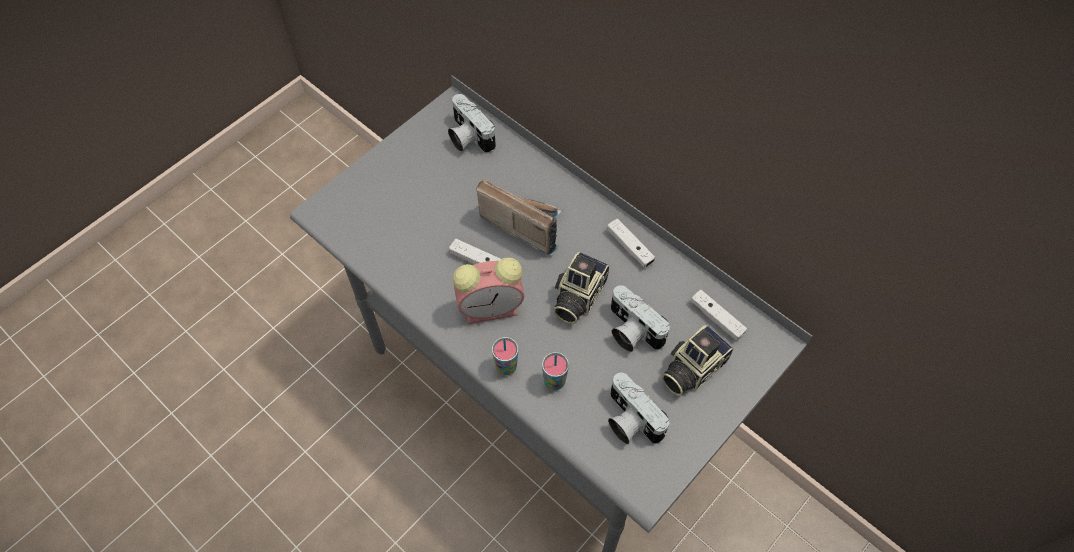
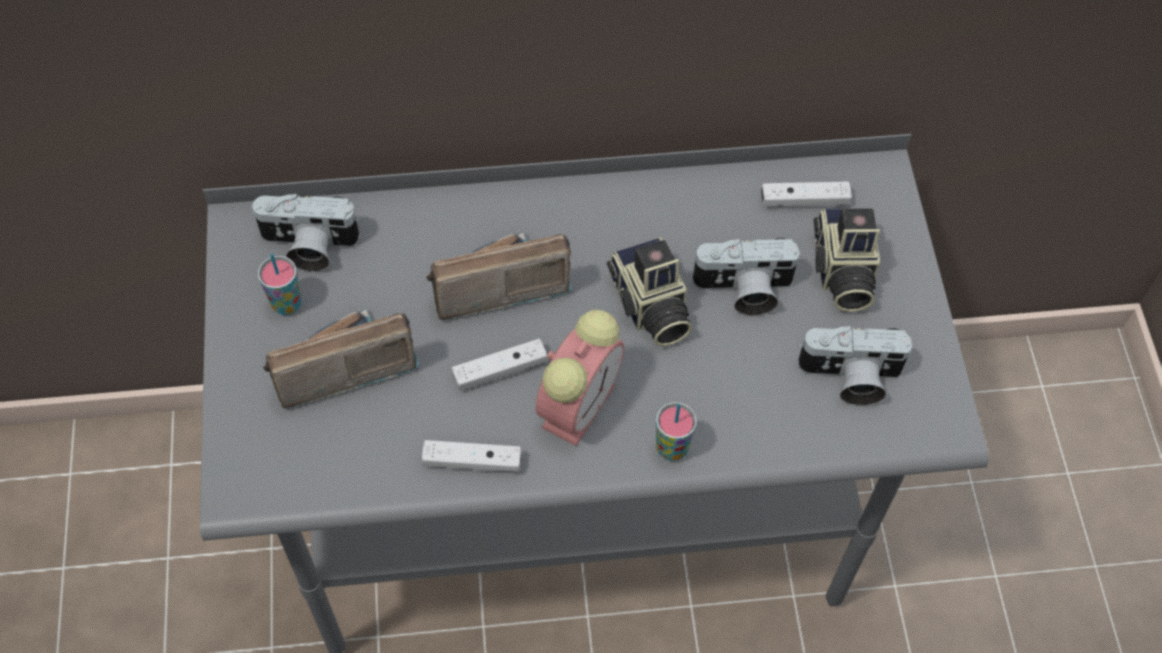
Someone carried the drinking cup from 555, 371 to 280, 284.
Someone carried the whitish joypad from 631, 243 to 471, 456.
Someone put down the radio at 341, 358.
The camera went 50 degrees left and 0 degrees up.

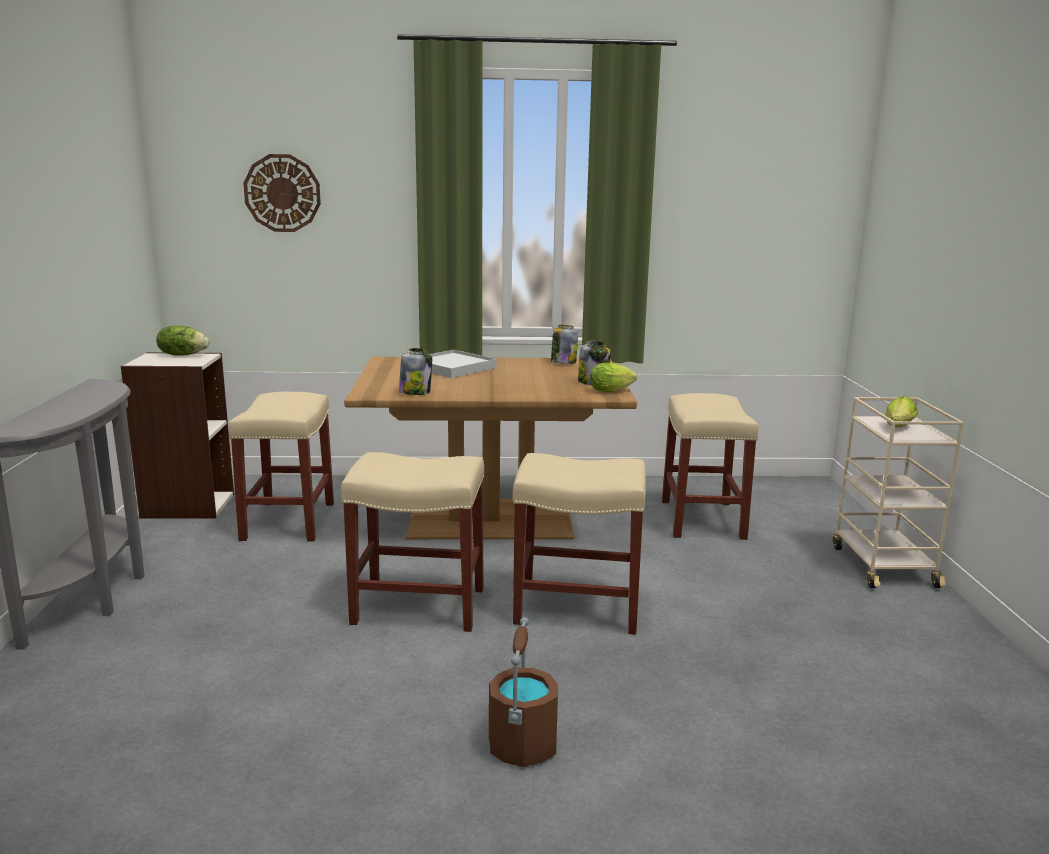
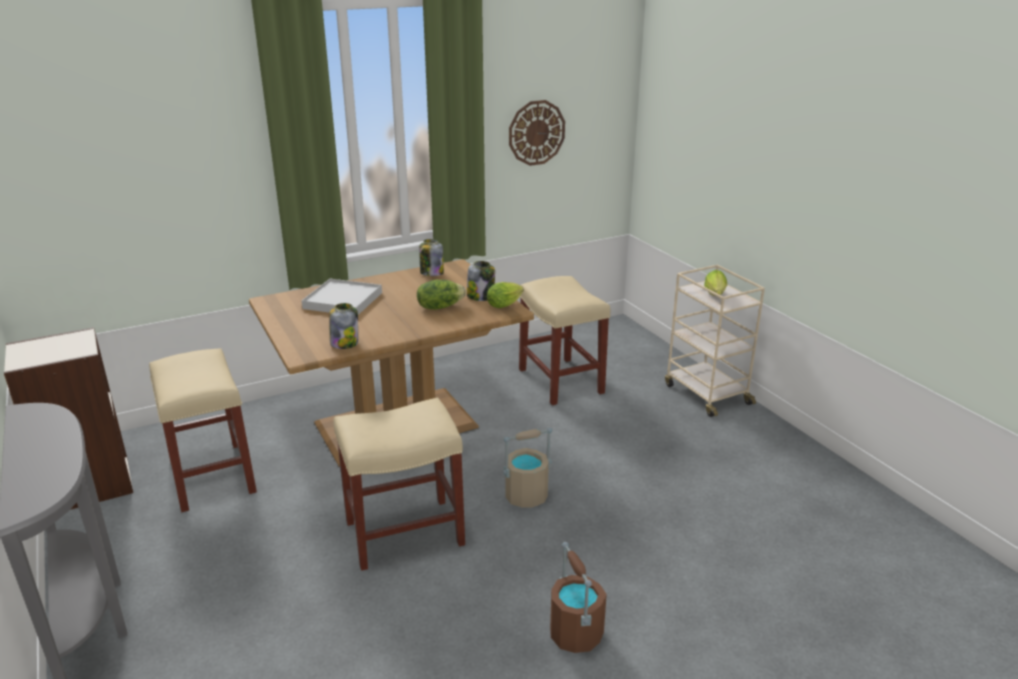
Someone carried the head of lettuce from 182, 341 to 441, 295.
Someone carried the wall clock from 282, 193 to 537, 133.
Someone swapped the beige-coloured sitting stool at 579, 544 for the beige-coloured pail at 527, 468.
The camera went 25 degrees left and 10 degrees up.

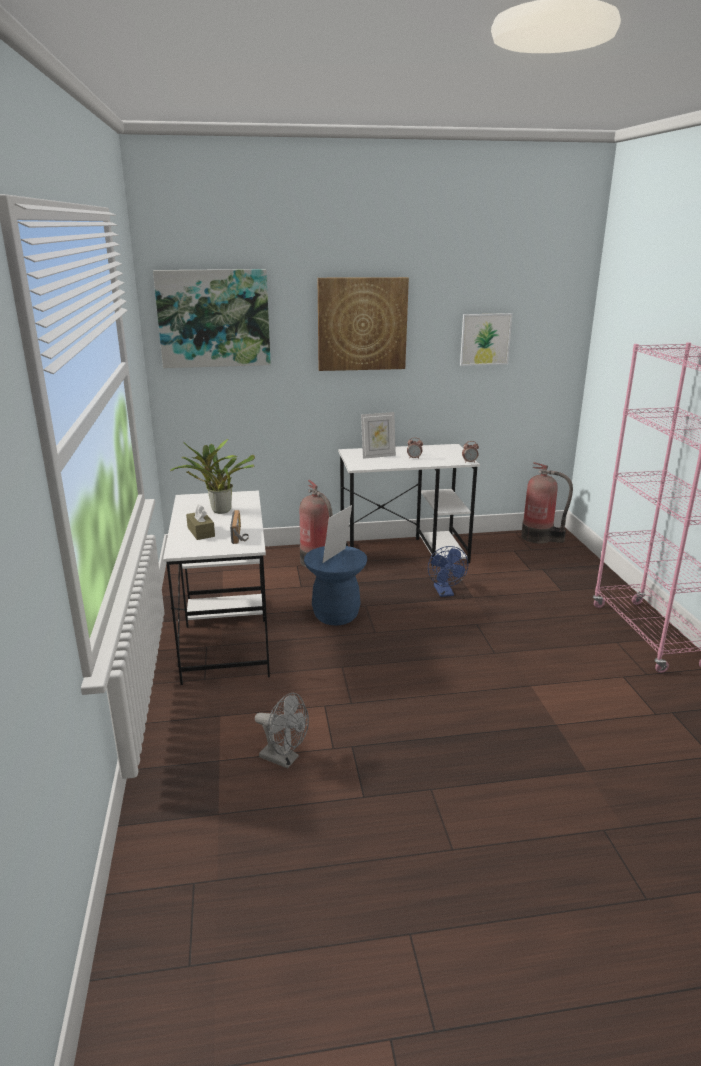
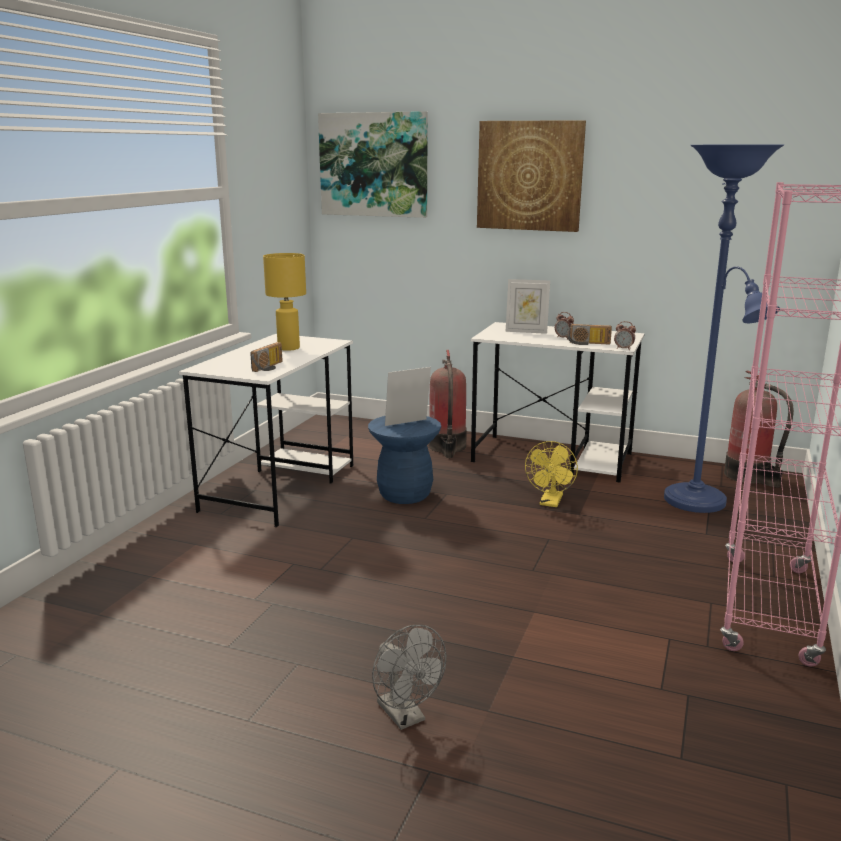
Someone swapped the houseplant at 212, 476 for the yellow-coloured tabletop lamp at 284, 302.
Someone took away the brown tissue holder at 200, 522.
Someone carried the grey fan from 282, 731 to 409, 677.
Someone repainted the blue-coloured fan at 448, 571, which became the yellow-coloured fan at 551, 474.
Someone took away the wall picture at 486, 339.
Someone put down the radio at 589, 334.
Someone put down the blue-coloured floor lamp at 724, 328.
The camera went 30 degrees right and 5 degrees down.

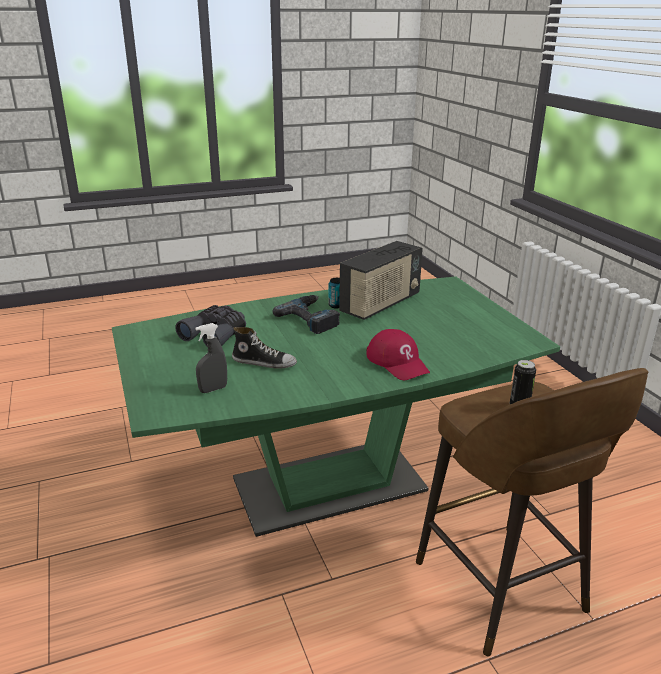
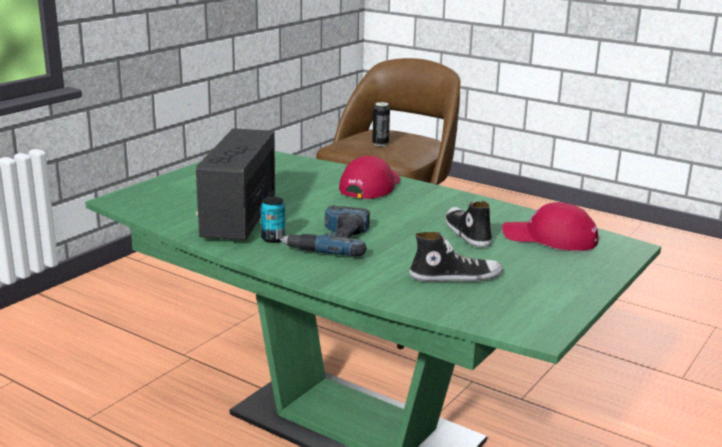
Someone swapped the grey binoculars at 210, 325 for the low shoe at 456, 257.
Someone swapped the grey hand sprayer at 211, 358 for the reddish peaked cap at 550, 226.
Someone rotated the radio at 381, 280 by 90 degrees counterclockwise.
The camera went 125 degrees left and 5 degrees down.

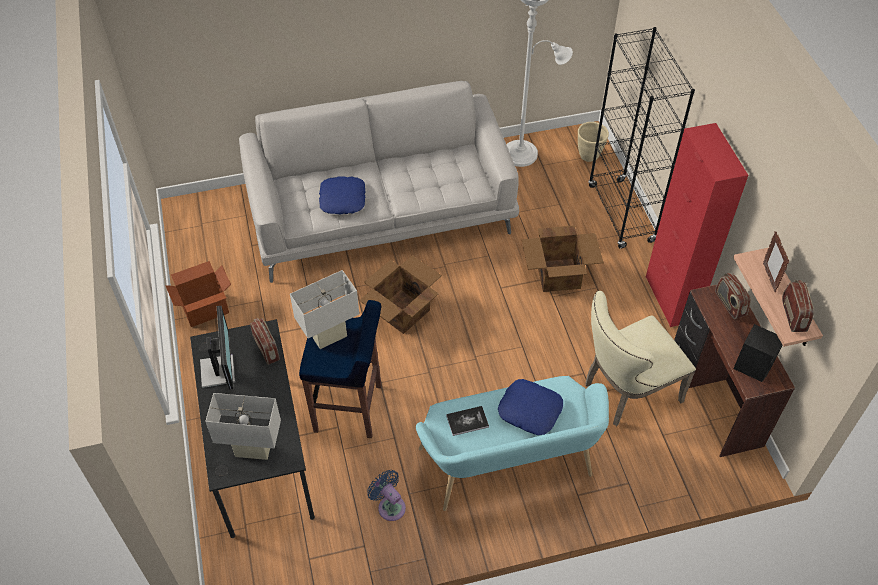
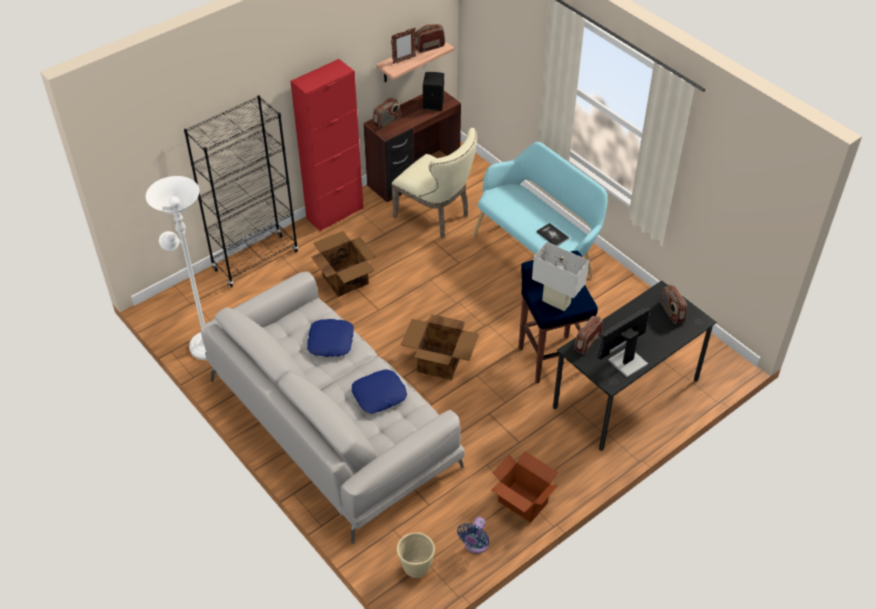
Someone swapped the whitish tabletop lamp at 243, 426 for the radio at 673, 304.
Someone carried the blue-coloured fan from 386, 495 to 473, 535.
Someone carried the blue-coloured cushion from 530, 407 to 330, 338.
Someone carried the beige-coloured plant pot from 593, 142 to 416, 555.
The camera went 115 degrees left and 5 degrees down.

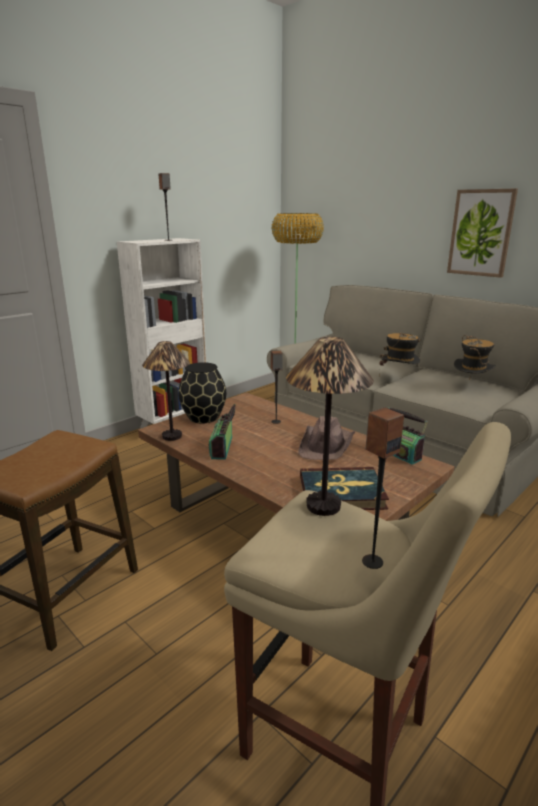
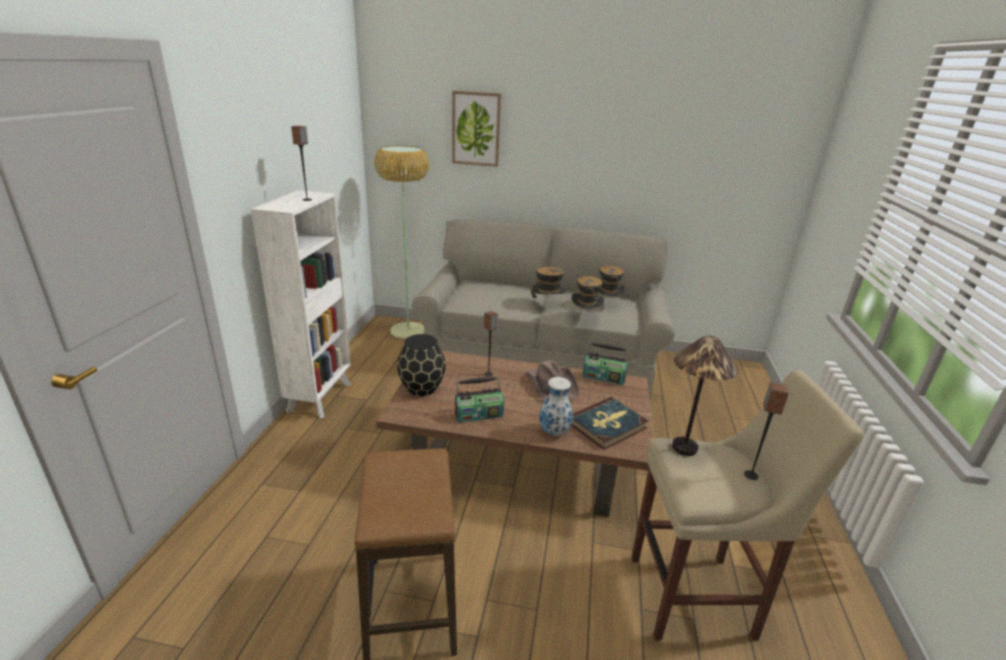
Someone took away the tabletop lamp at 166, 391.
Someone rotated the radio at 222, 432 by 75 degrees counterclockwise.
Someone carried the wall picture from 482, 233 to 476, 129.
Someone put down the flower vase at 556, 406.
Someone put down the clothing hat at 587, 292.
The camera went 35 degrees left and 5 degrees up.

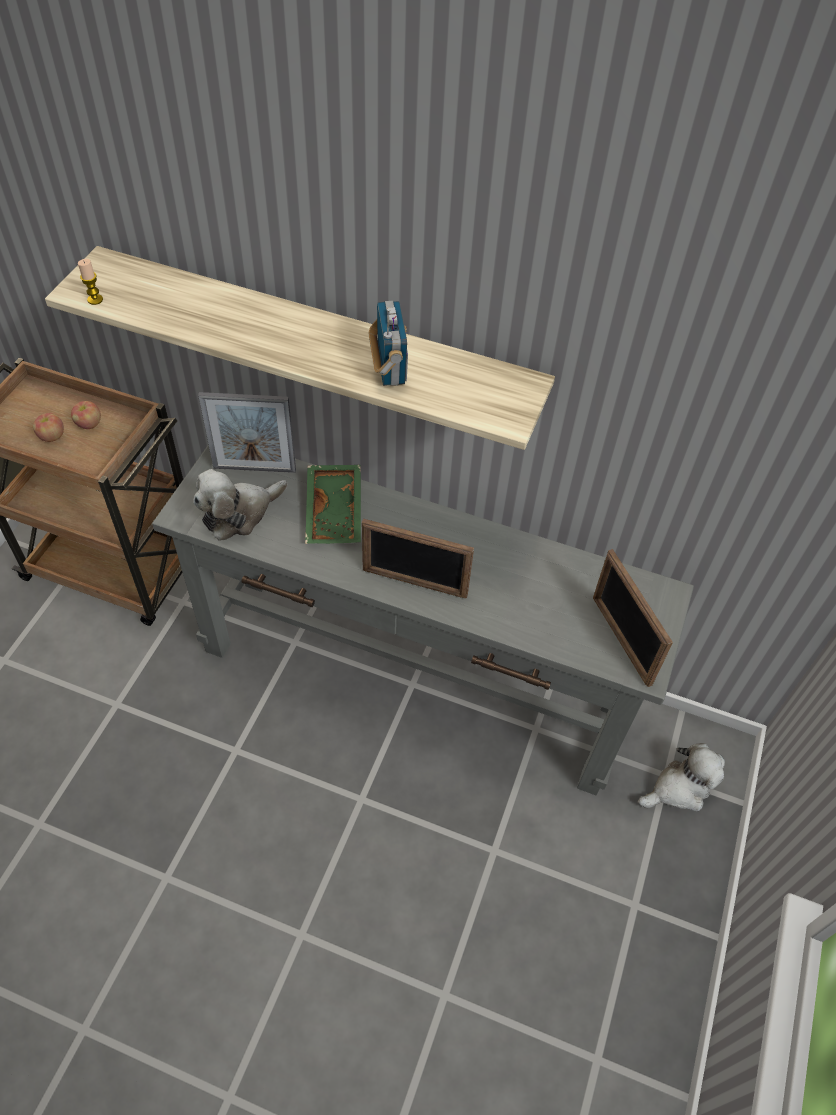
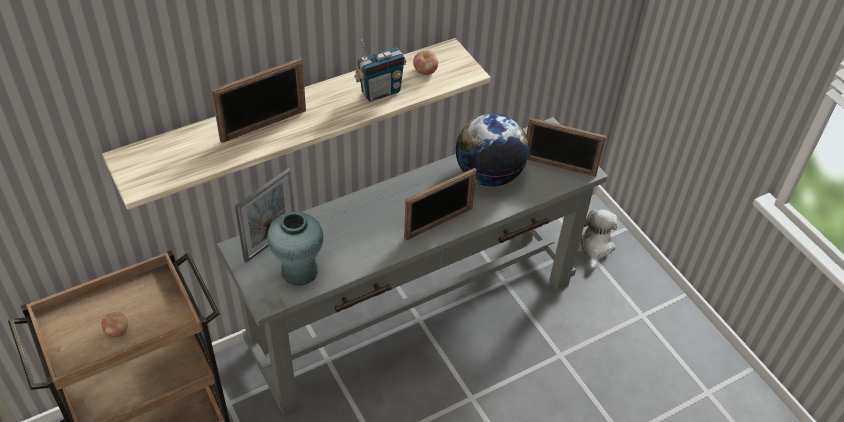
Someone carried the whole apple from 86, 415 to 425, 62.
Someone took away the wax light at 90, 282.
Someone swapped the cuddly toy at 240, 505 for the turquoise flower vase at 295, 249.
Someone took away the greenish tray at 333, 504.
Someone rotated the radio at 388, 343 by 120 degrees clockwise.
Someone put down the picture frame at 258, 100.
Someone put down the globe at 492, 150.
The camera went 50 degrees left and 5 degrees down.

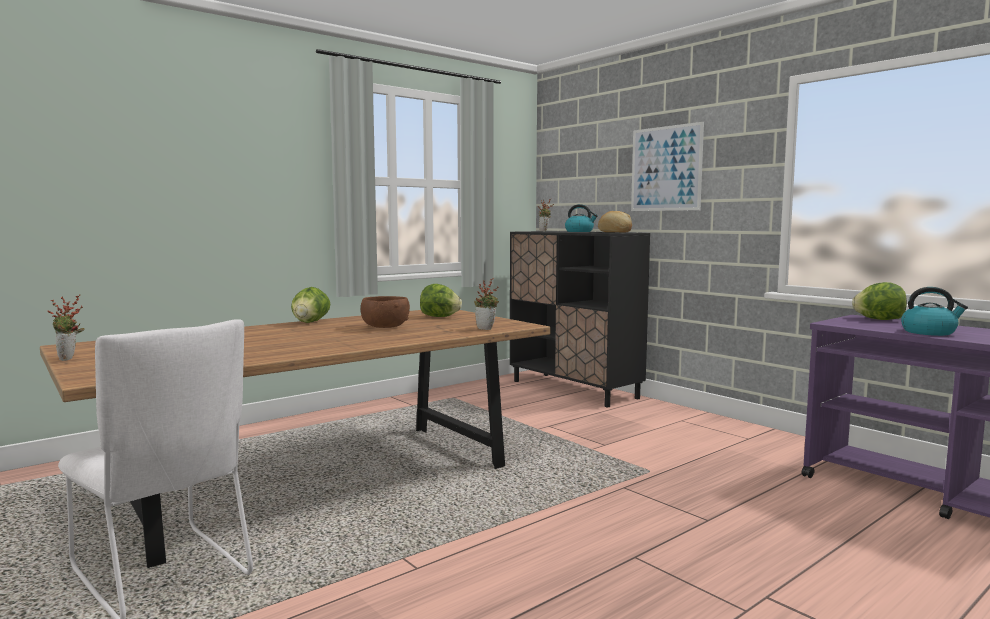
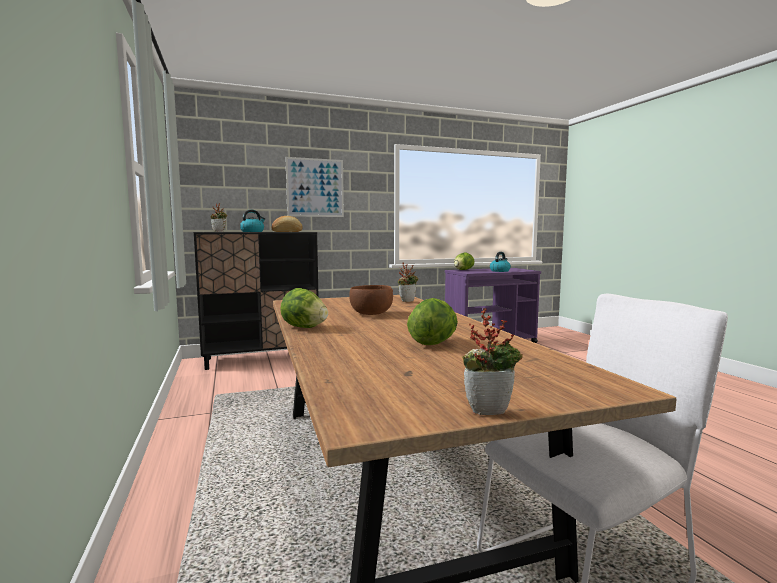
Someone carried the head of lettuce from 441, 300 to 432, 321.
The camera went 70 degrees left and 0 degrees up.

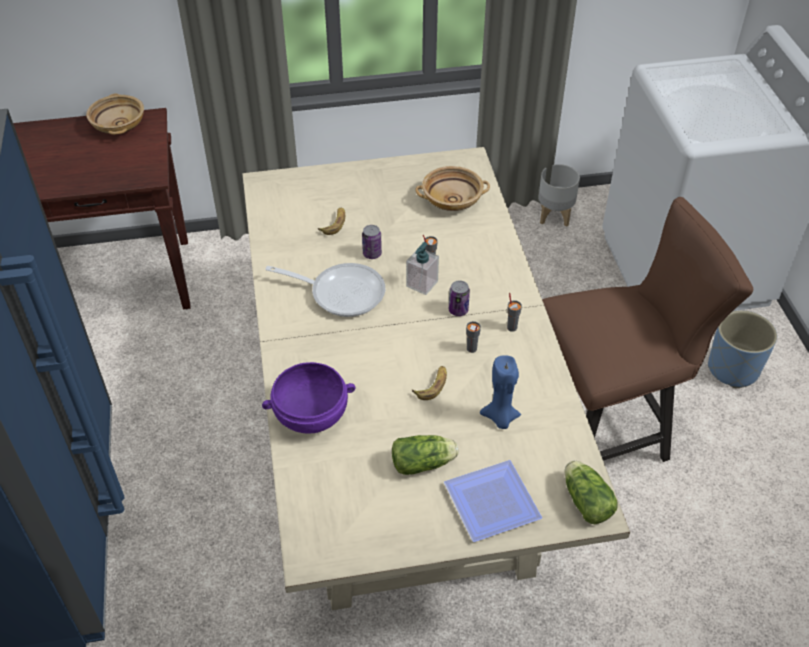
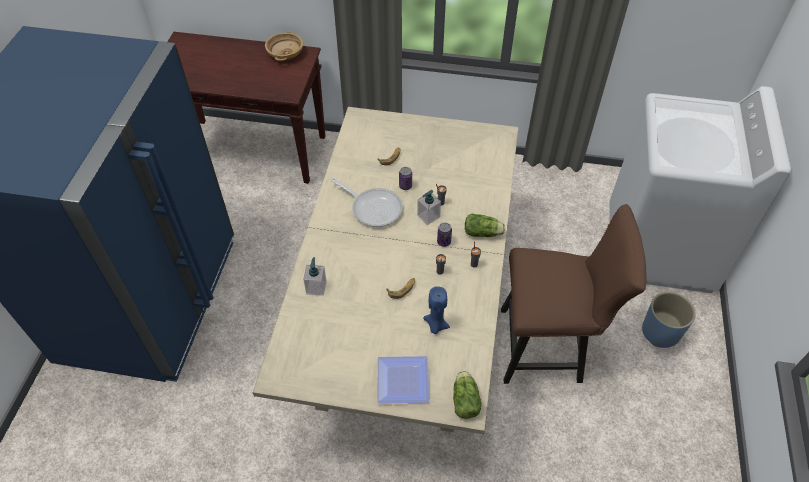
Someone swapped the purplish bowl at 309, 398 for the soap bottle at 315, 276.
Someone carried the head of lettuce from 425, 455 to 485, 225.
Someone took away the beige-coloured bowl at 452, 188.
Someone took away the grey plant pot at 559, 195.
The camera went 20 degrees right and 5 degrees up.

